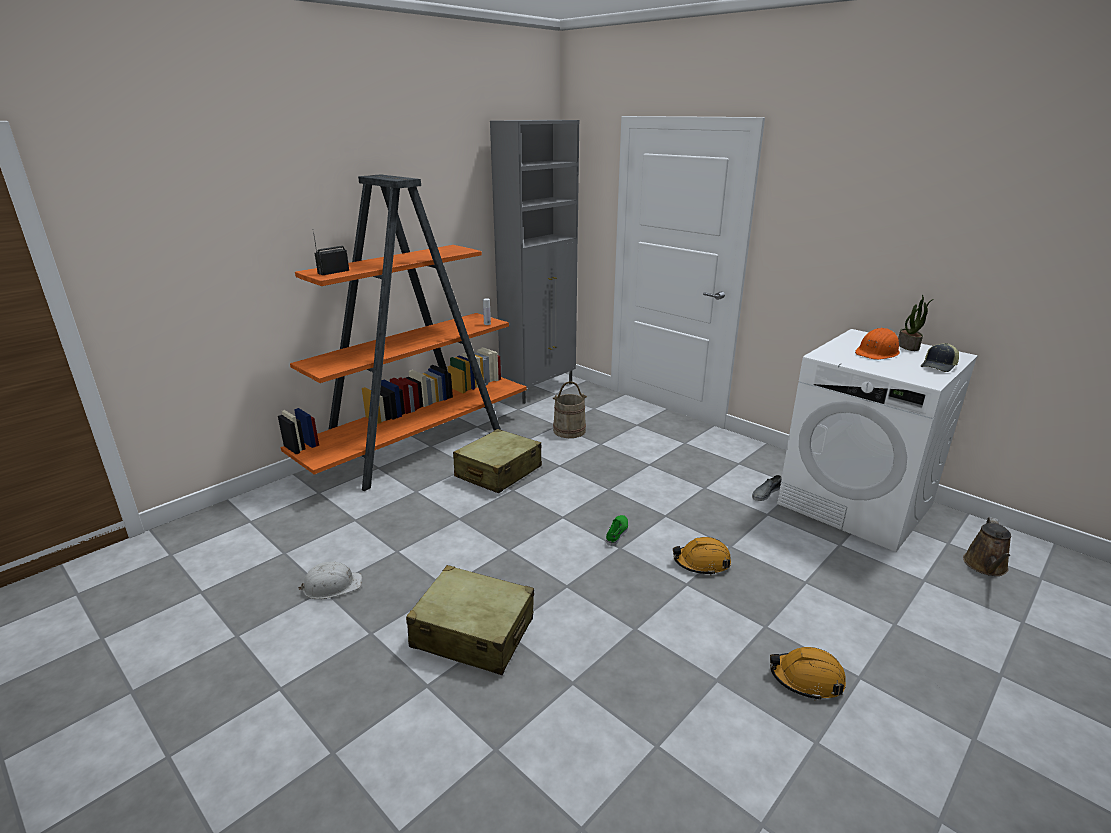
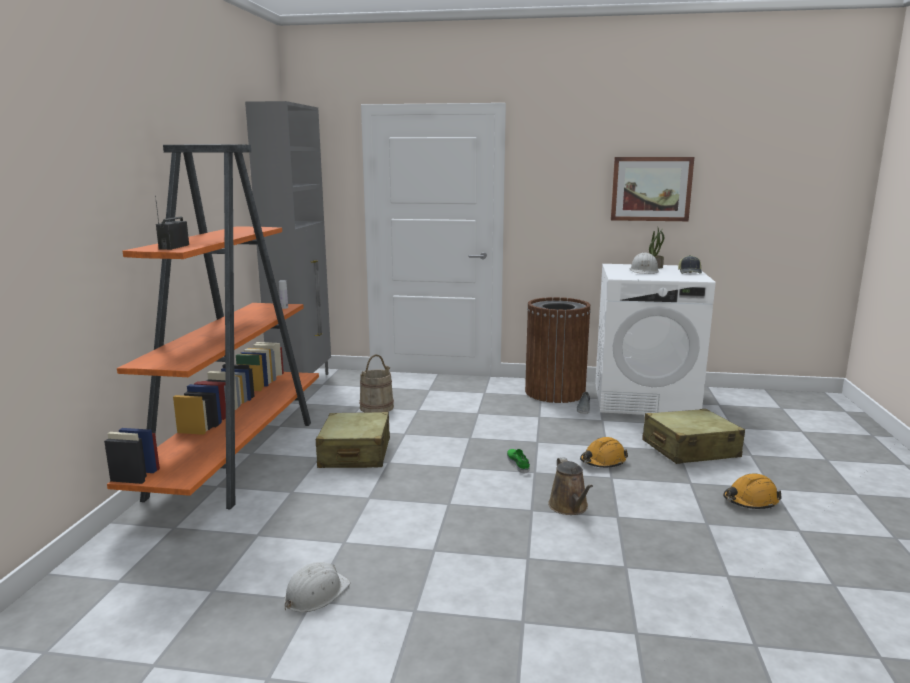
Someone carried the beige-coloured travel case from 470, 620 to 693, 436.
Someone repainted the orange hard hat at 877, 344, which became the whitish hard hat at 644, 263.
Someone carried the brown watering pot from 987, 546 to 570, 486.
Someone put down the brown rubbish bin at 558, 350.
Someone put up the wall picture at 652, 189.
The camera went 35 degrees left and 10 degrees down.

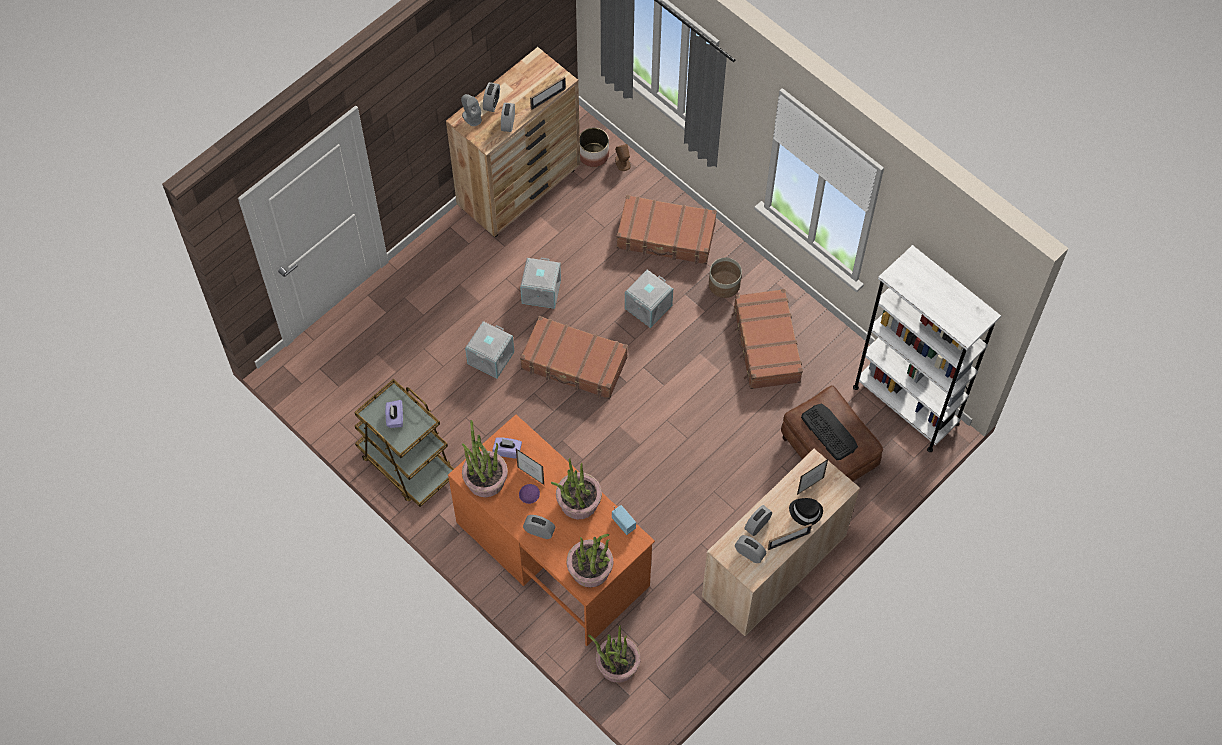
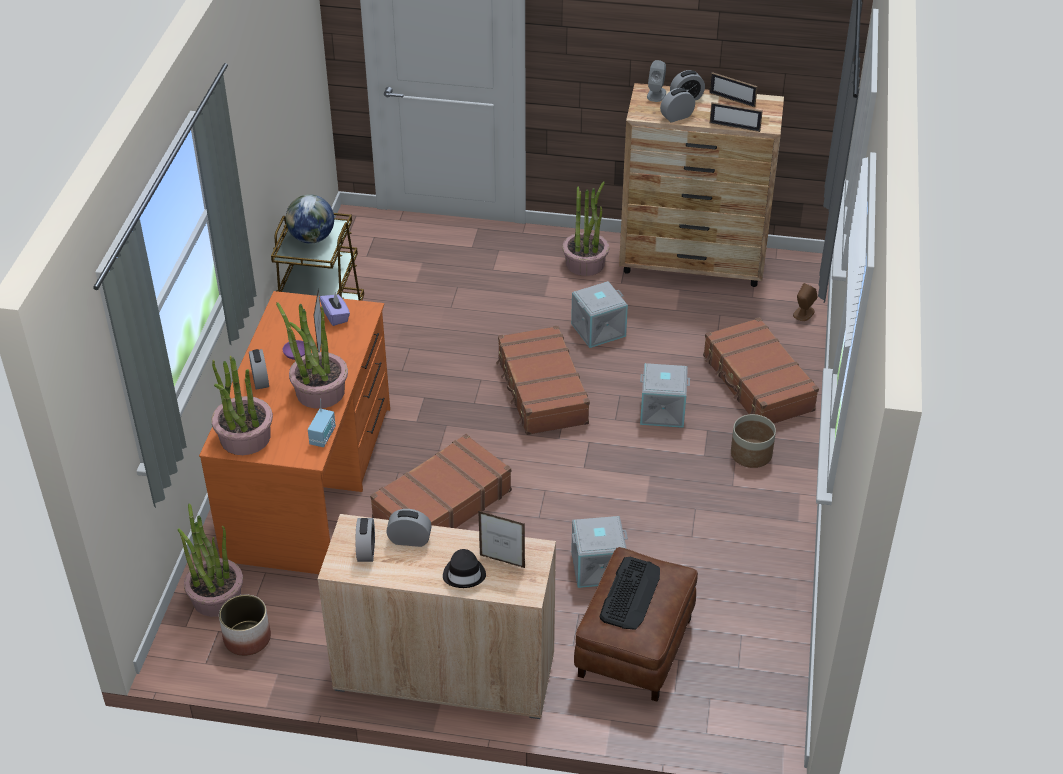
Someone swapped the purplish tissue holder at 394, 414 for the globe at 310, 219.
Someone carried the houseplant from 485, 458 to 585, 229.
Someone carried the grey storage container from 489, 349 to 599, 552.
Someone carried the plant pot from 594, 147 to 245, 625.
Someone carried the brown travel case from 767, 339 to 441, 481.
Someone carried the picture frame from 790, 537 to 733, 89.
Someone took away the whitish shelving unit at 927, 348.
The camera went 55 degrees right and 20 degrees down.

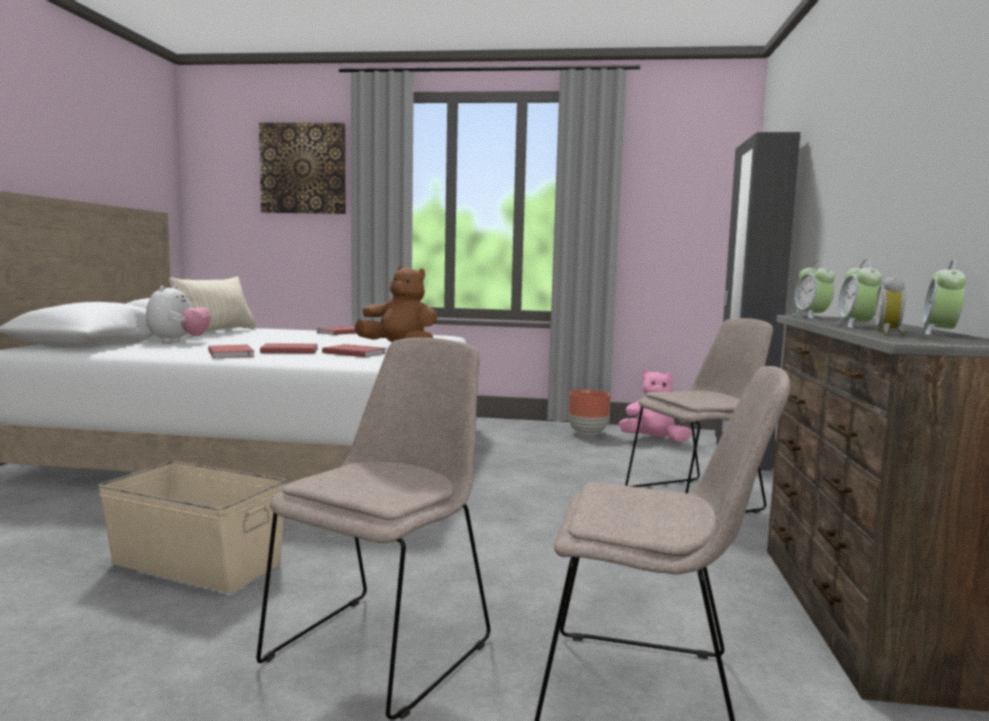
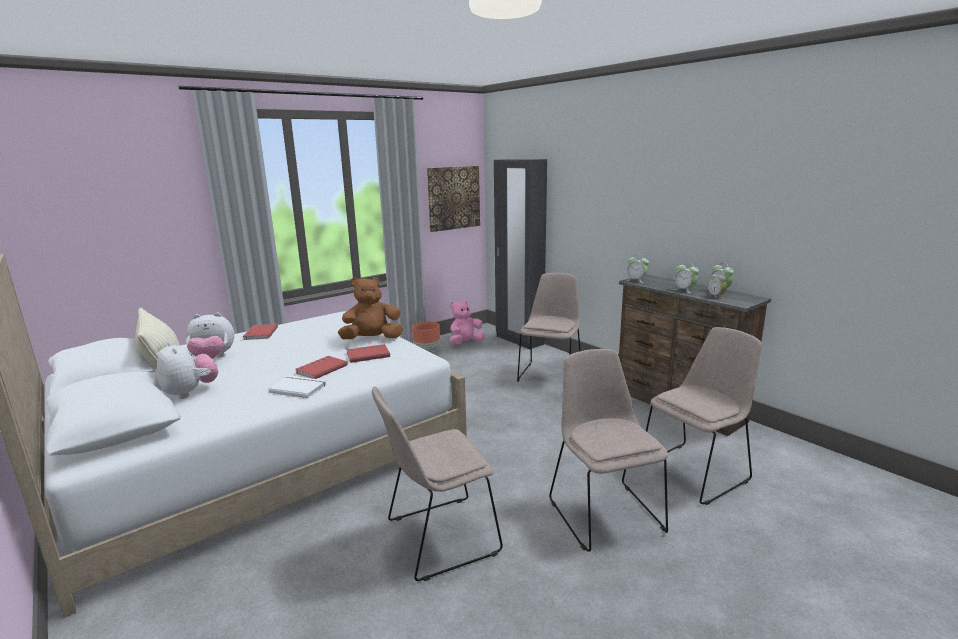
Someone swapped the beige-coloured storage container at 192, 527 for the beige-coloured plain chair at 437, 484.
Someone repainted the reddish book at 231, 351, which became the whitish book at 298, 387.
Someone carried the wall picture from 302, 168 to 453, 199.
Someone put down the cuddly toy at 210, 335.
The camera went 45 degrees left and 10 degrees up.

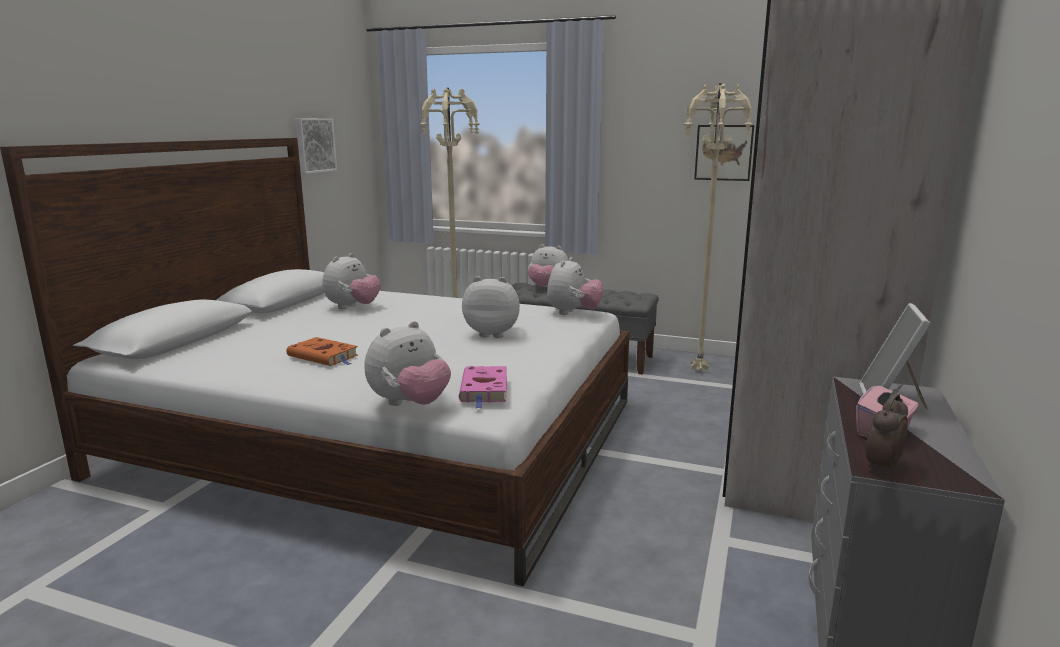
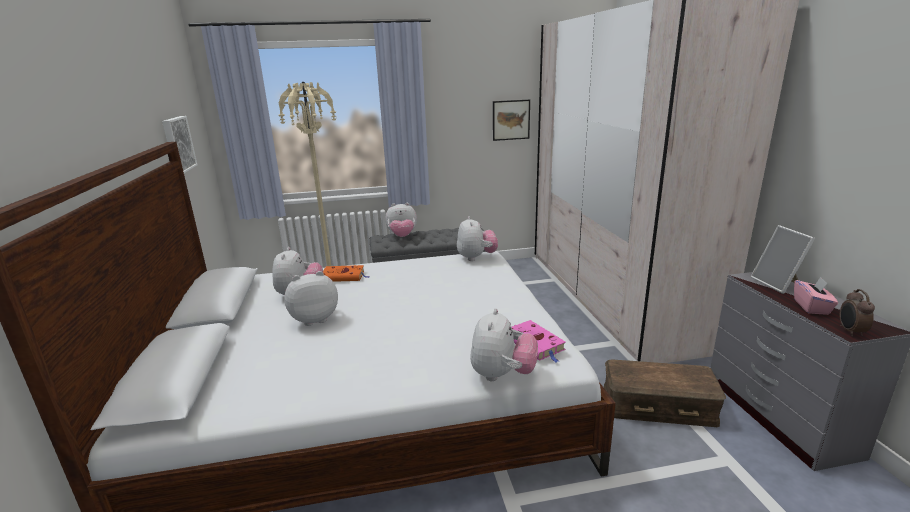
Someone carried the orange book from 322, 351 to 346, 273.
Someone carried the cuddly toy from 491, 307 to 311, 298.
Someone took away the beige-coloured floor lamp at 718, 227.
Someone put down the brown storage container at 665, 393.
The camera went 30 degrees left and 5 degrees up.

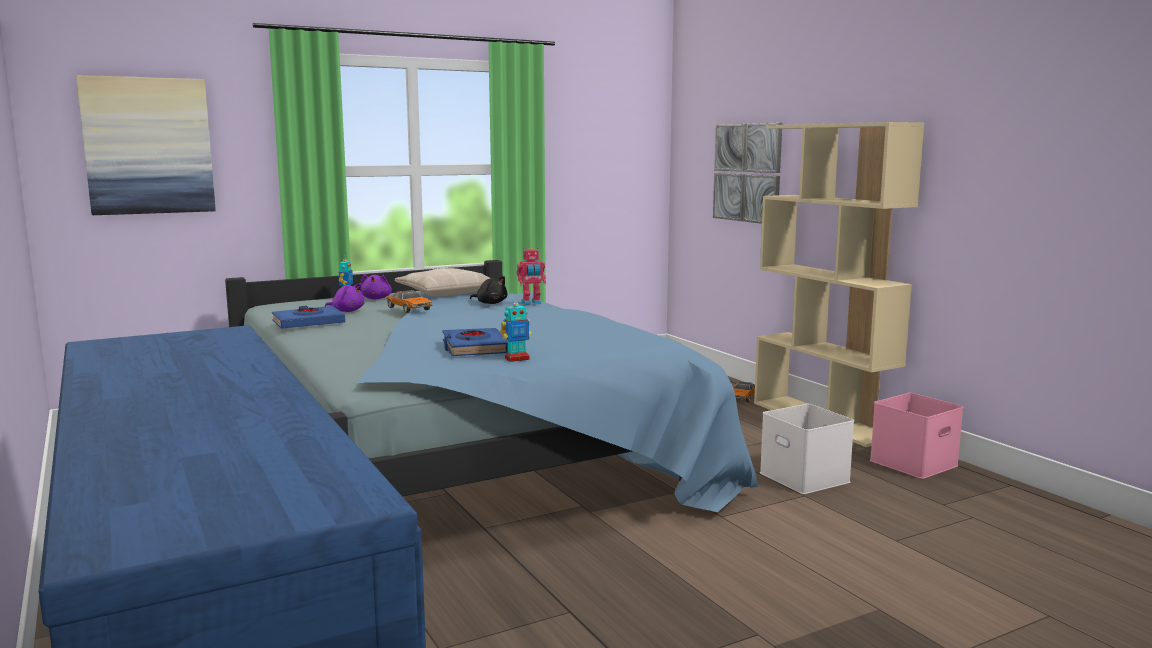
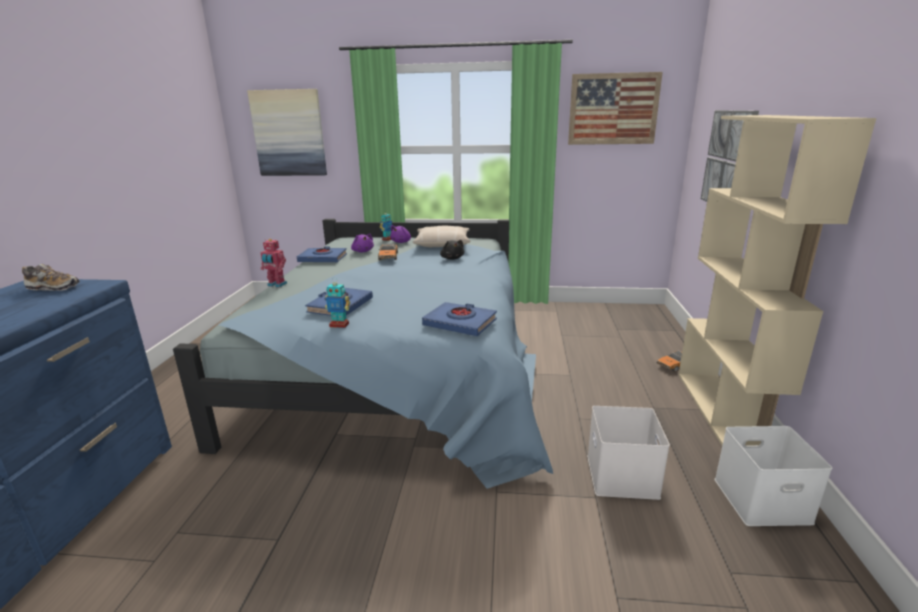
Someone carried the toy robot from 531, 276 to 273, 263.
Someone repainted the pink-coloured storage container at 917, 436, which became the whitish storage container at 773, 476.
Someone put down the low shoe at 51, 277.
Someone put down the blue-coloured book at 459, 319.
Someone put up the wall picture at 615, 108.
The camera went 35 degrees right and 10 degrees up.

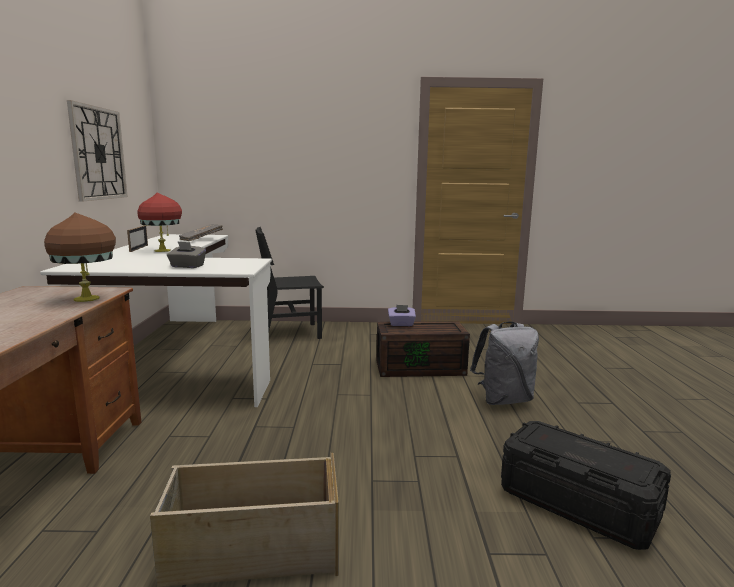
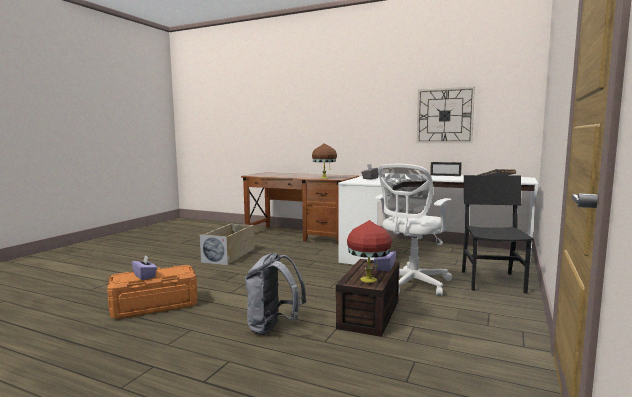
Someone carried the reddish tabletop lamp from 159, 222 to 369, 251.
Someone repainted the black-coloured storage container at 586, 485, which became the orange storage container at 152, 292.
Someone put down the purplish tissue holder at 144, 267.
Someone put down the whitish office chair at 413, 230.
The camera went 115 degrees right and 5 degrees down.

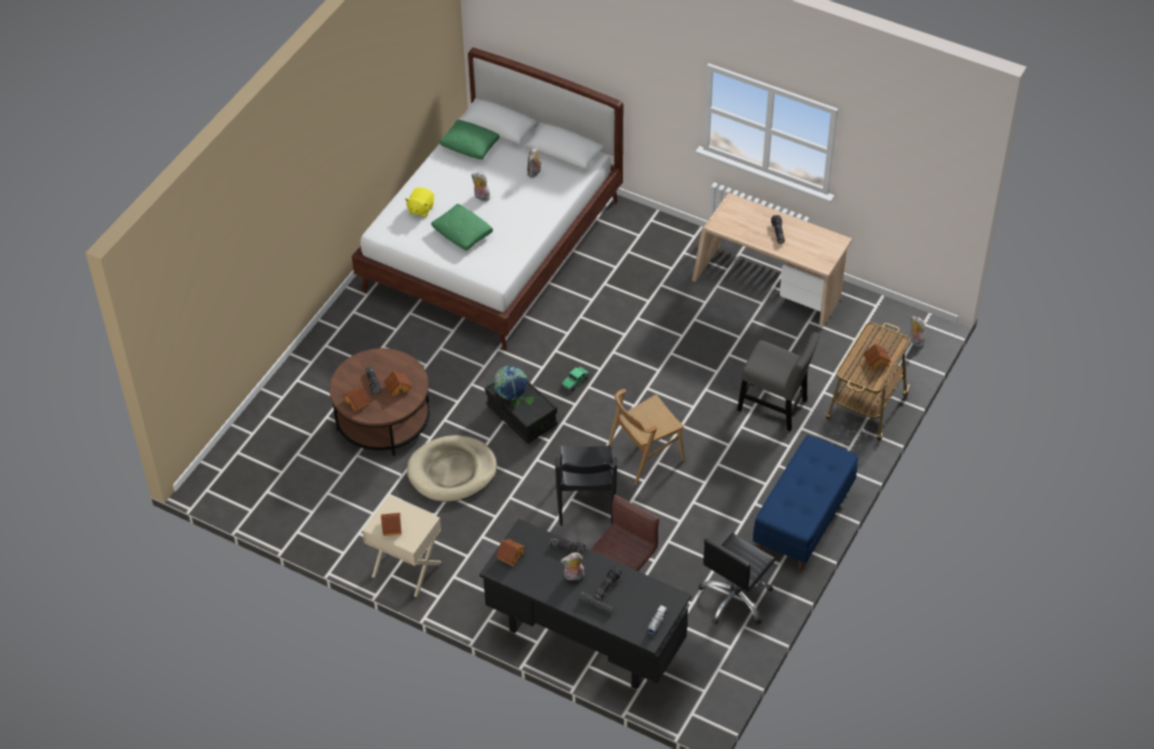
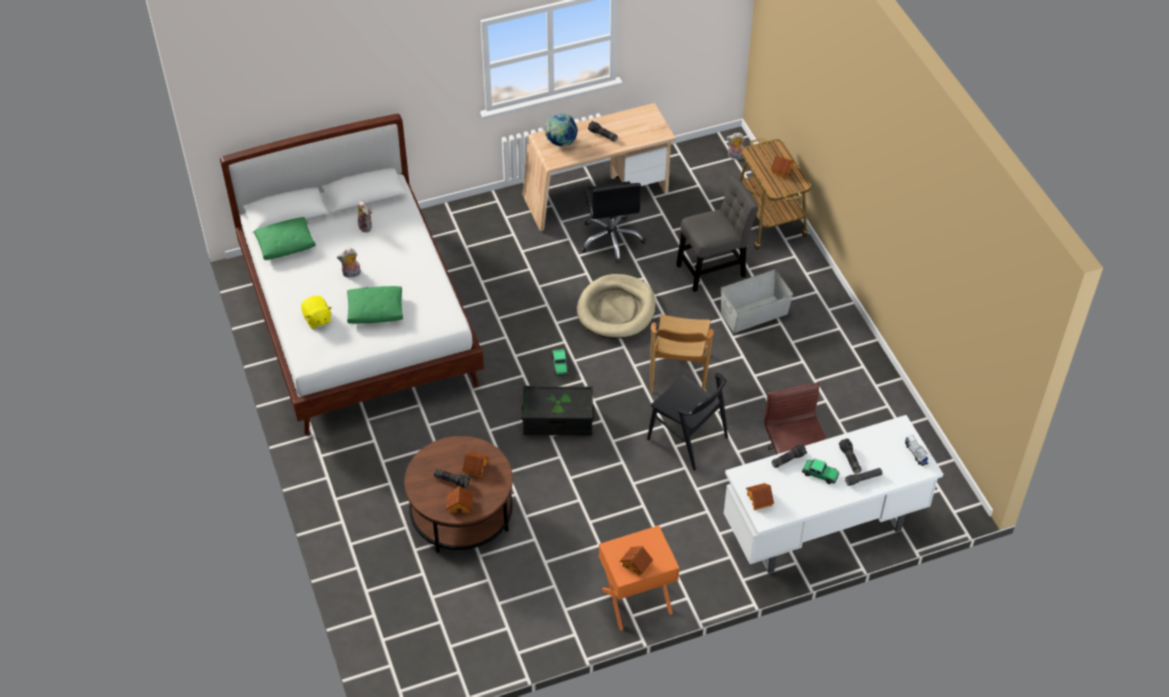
Someone repainted the beige-coloured bedside table at 401, 546, which became the orange bedside table at 639, 578.
Someone carried the beige-coloured dog cushion from 452, 468 to 616, 306.
Someone repainted the black-coloured desk at 585, 604, which became the whitish desk at 833, 494.
Someone carried the globe from 510, 383 to 561, 130.
Someone swapped the cuddly toy at 572, 566 for the toy car at 820, 471.
Someone carried the black-coloured office chair from 737, 579 to 613, 222.
Someone took away the blue-coloured indoor bench at 805, 503.
Someone put down the grey storage container at 757, 301.
The camera went 50 degrees left and 0 degrees up.

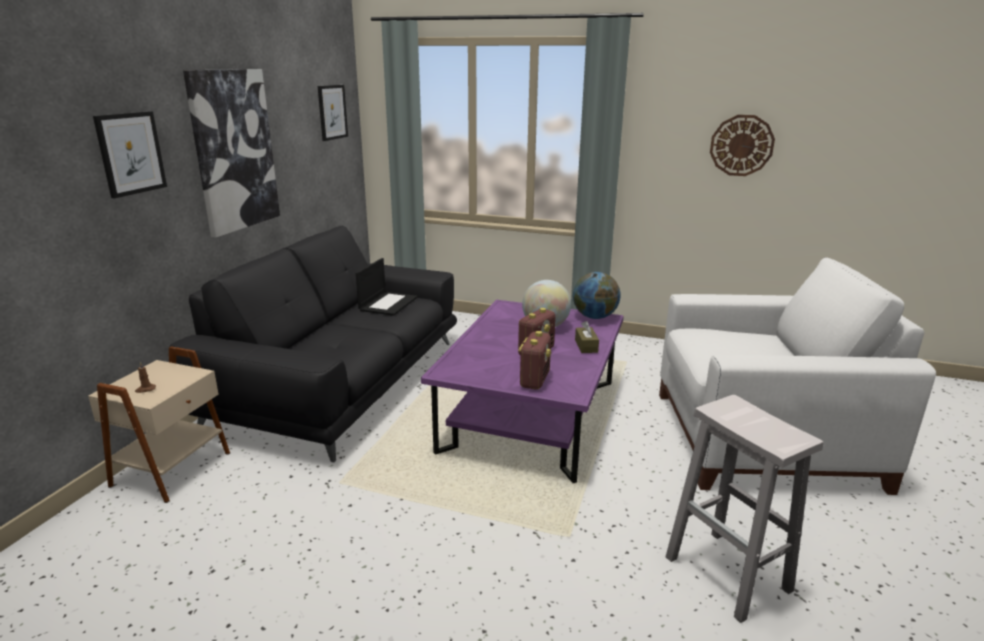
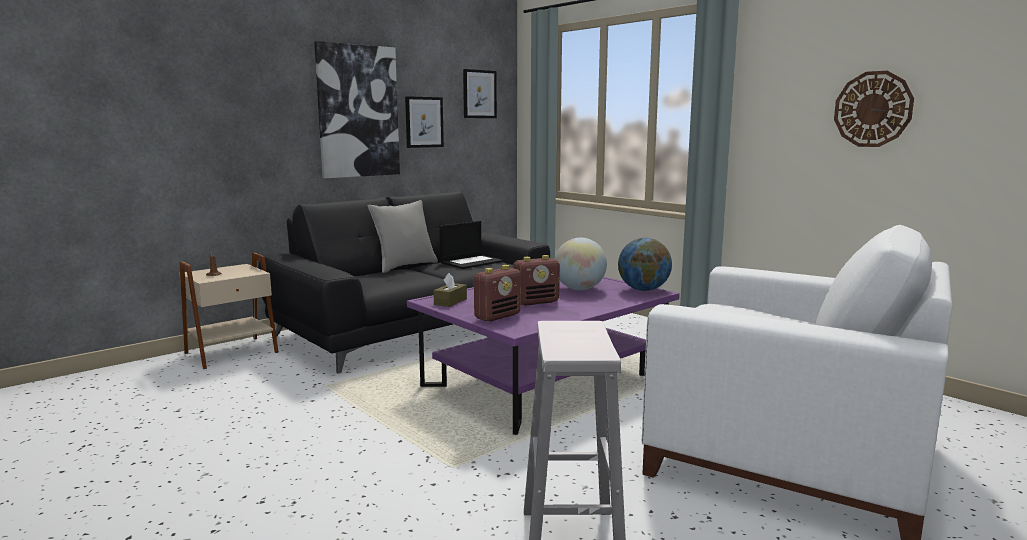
Someone carried the wall picture from 130, 154 to 424, 122.
Someone carried the brown tissue holder from 587, 337 to 450, 290.
Someone put down the grey cushion at 403, 236.
The camera went 30 degrees right and 10 degrees down.

